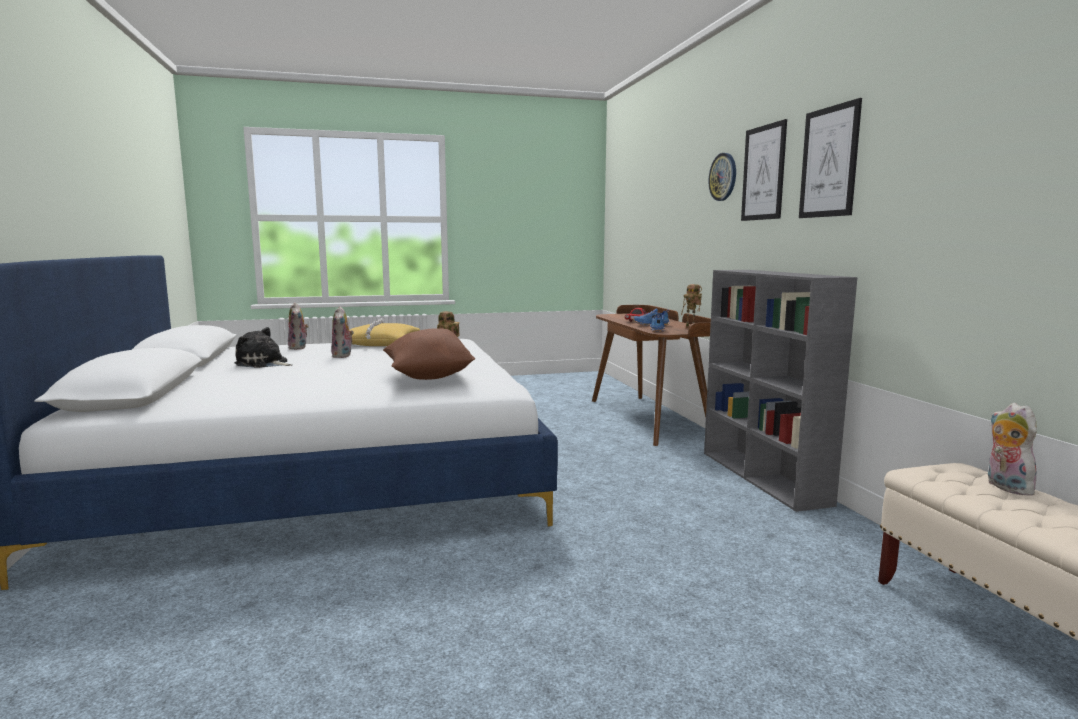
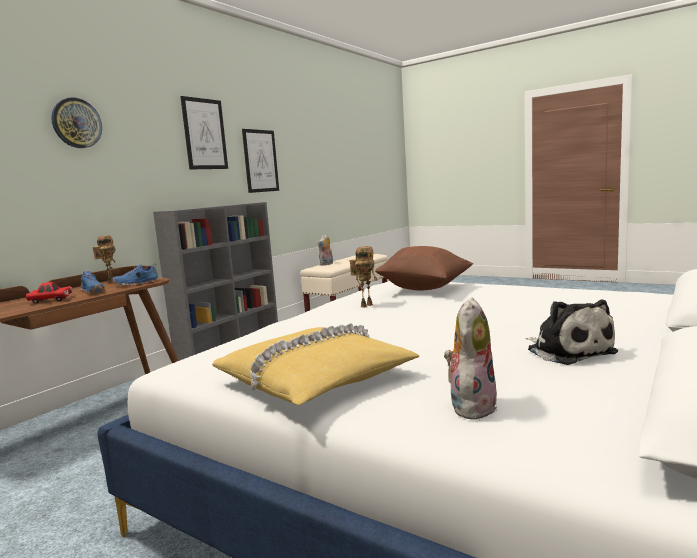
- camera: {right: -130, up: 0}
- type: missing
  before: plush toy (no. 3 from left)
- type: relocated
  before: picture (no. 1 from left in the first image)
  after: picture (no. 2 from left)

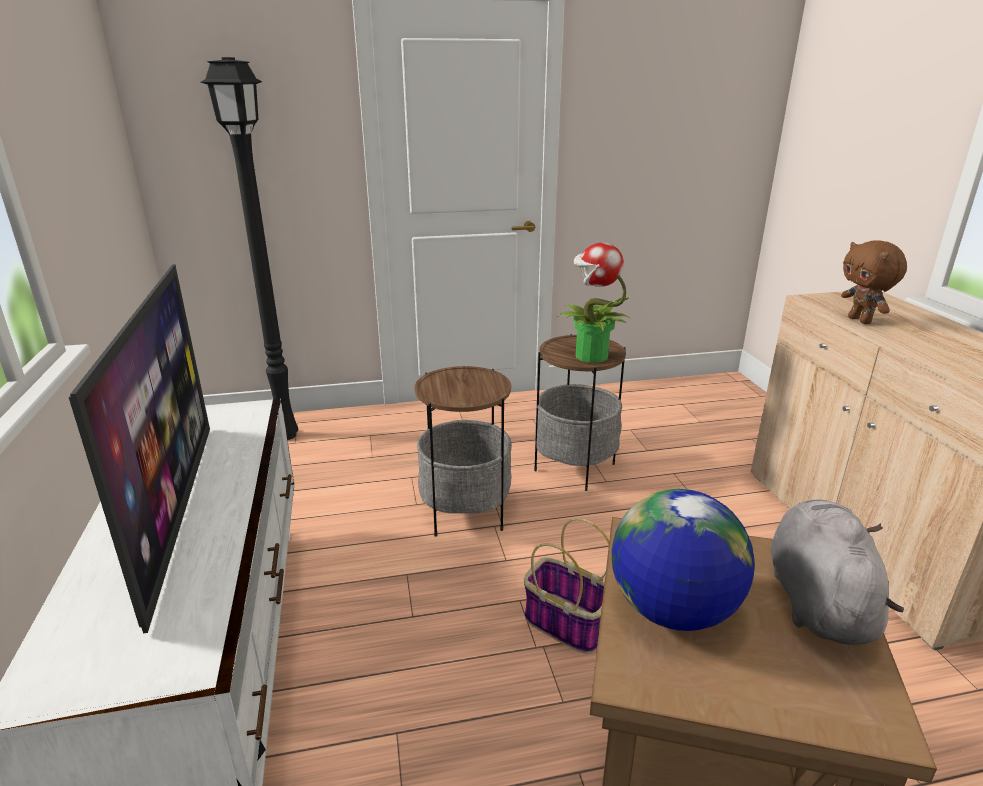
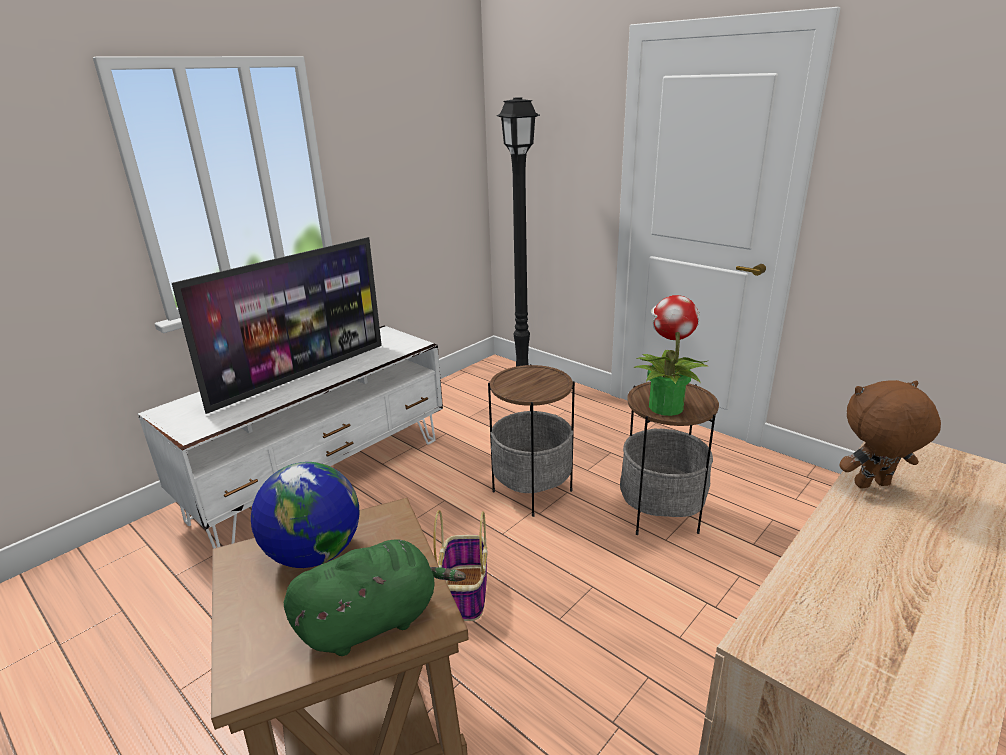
- camera: {right: 55, up: 0}
- type: colour
  before: grey plush toy
  after: green plush toy
- type: spun
  before: brown plush toy
  turn: 45

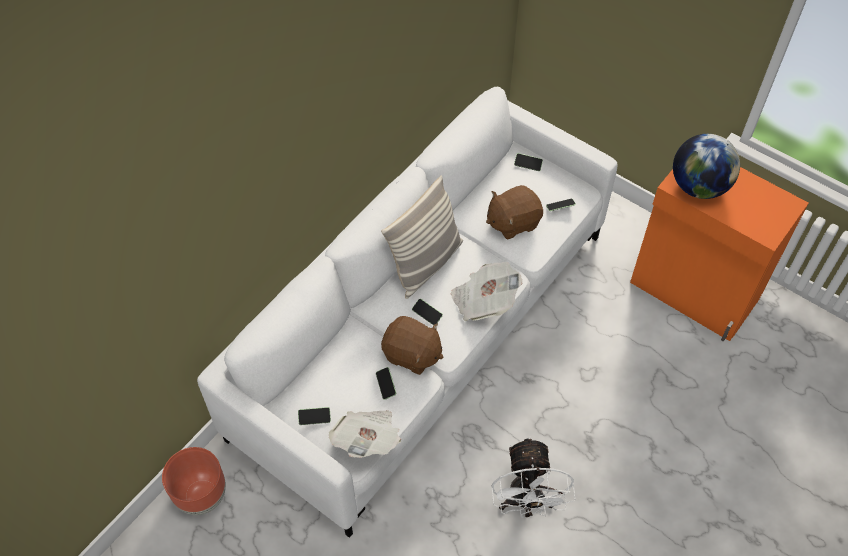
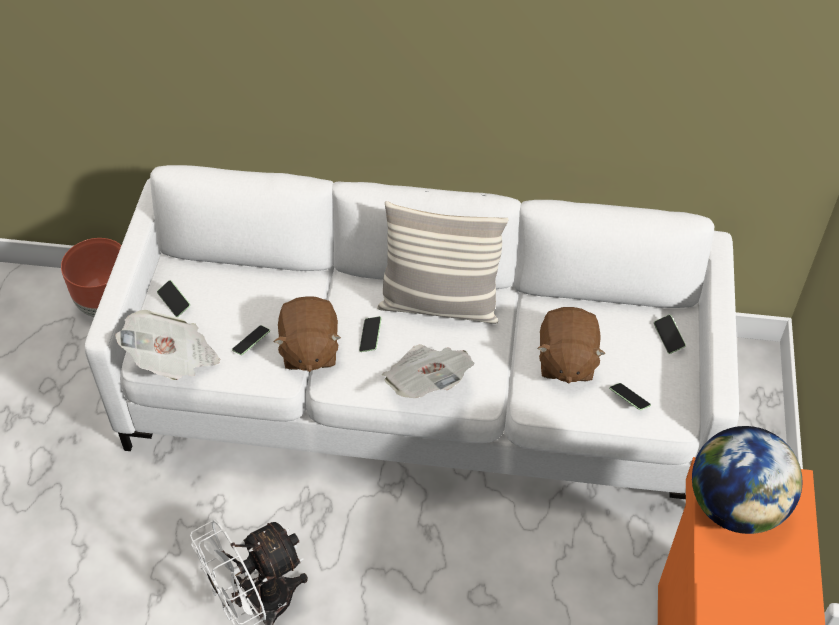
- camera: {right: 60, up: -5}
- type: spun
  before: brown plush toy (no. 2 from left)
  turn: -120

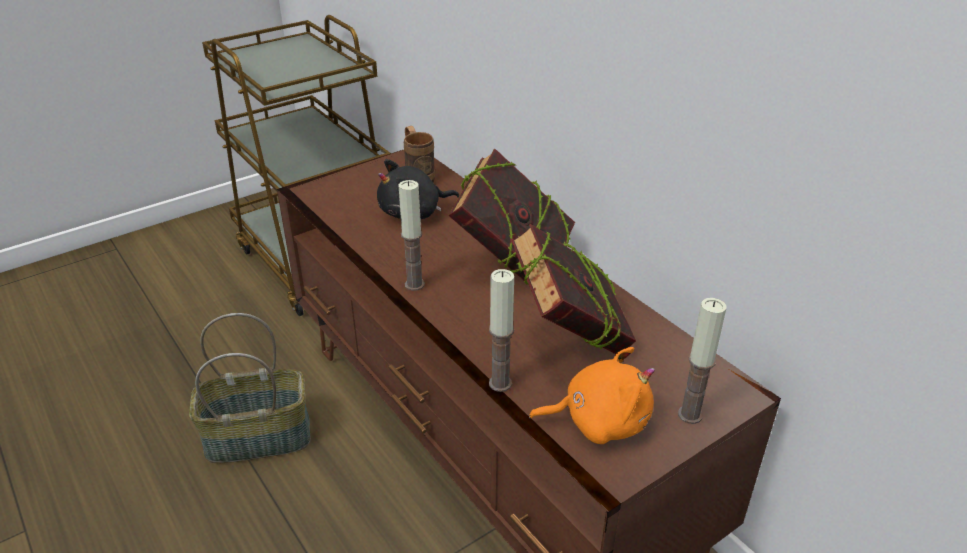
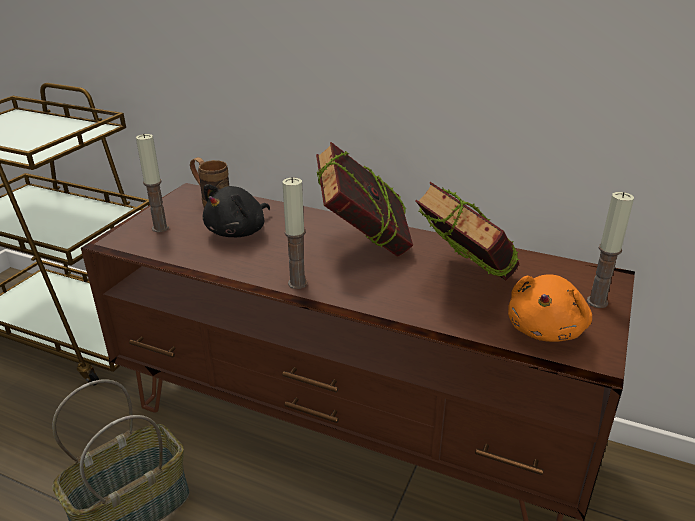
- camera: {right: -30, up: -5}
- type: relocated
  before: candle (no. 2 from left in the first image)
  after: candle (no. 1 from left)
- type: spun
  before: orange plush toy
  turn: 150

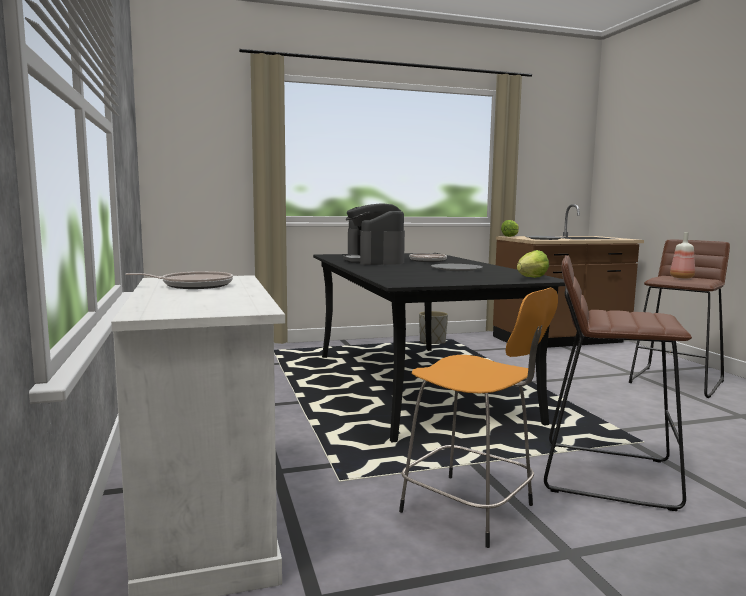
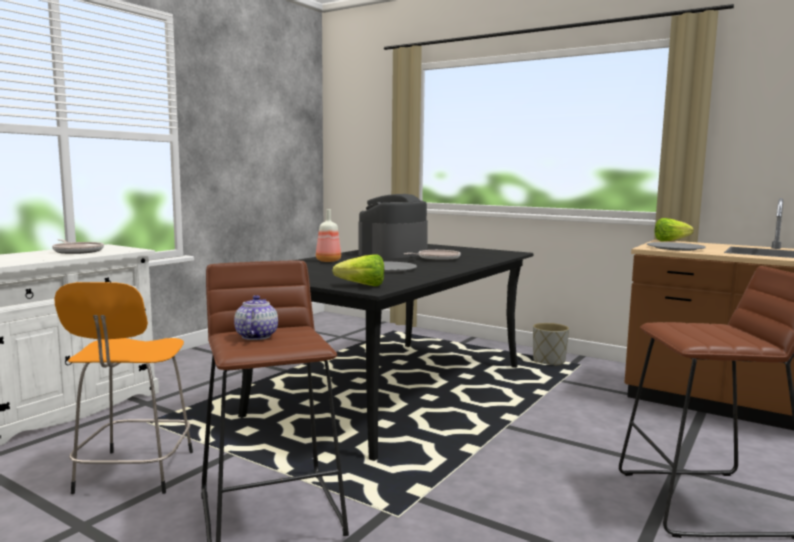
- camera: {right: 50, up: 0}
- type: appeared
  after: teapot
- type: relocated
  before: bottle

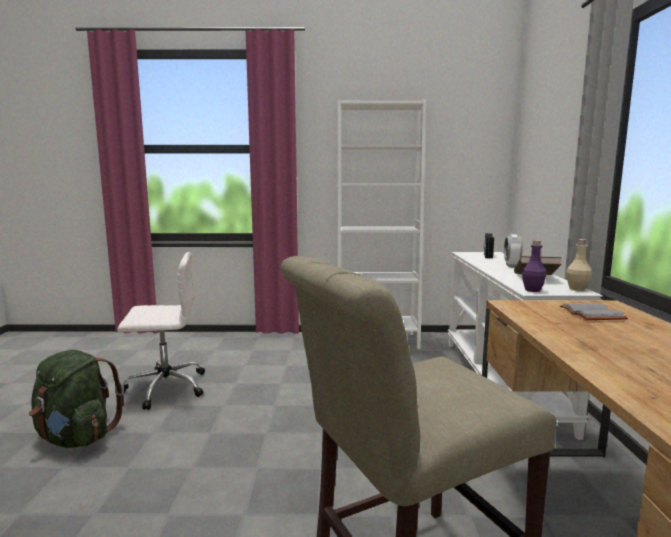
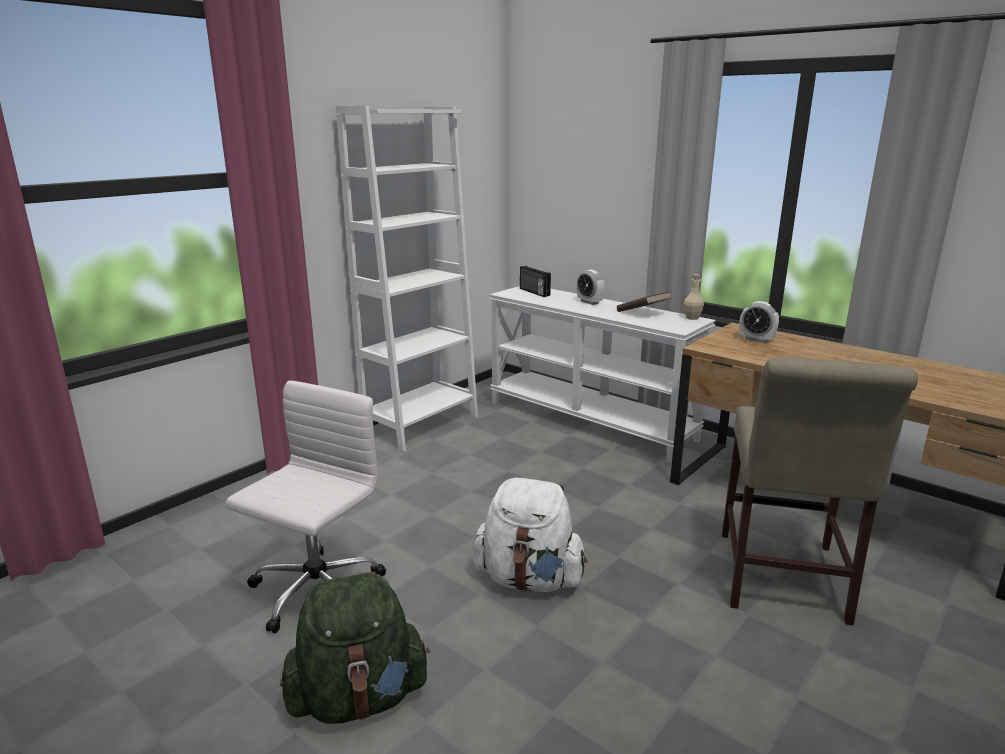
- camera: {right: -50, up: 10}
- type: missing
  before: purple bottle
- type: appeared
  after: white backpack
- type: exchanged
  before: grey book
  after: alarm clock (no. 2 from left)

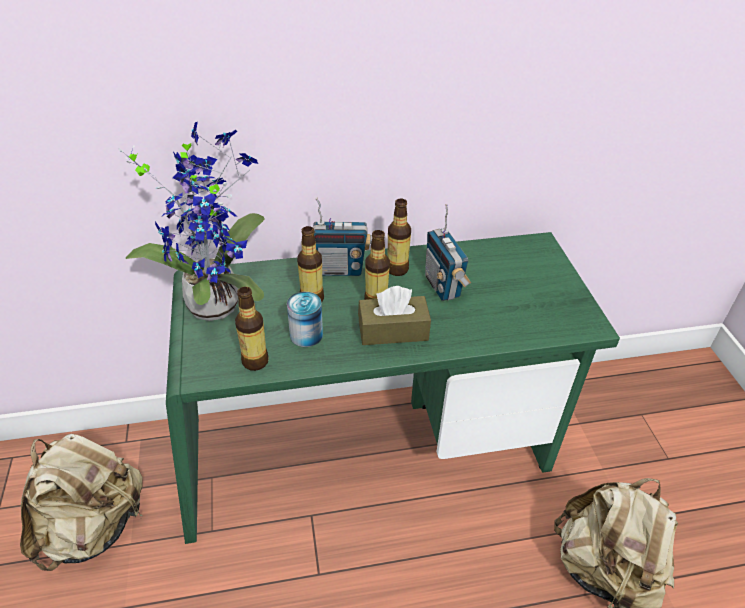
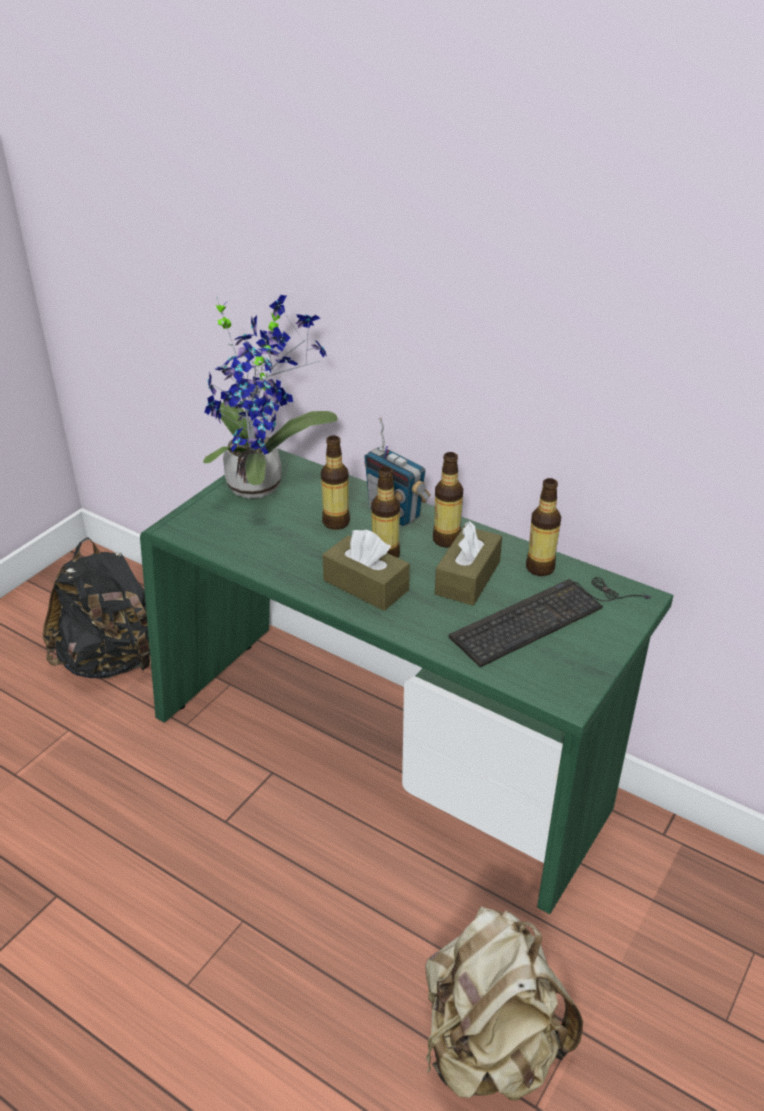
- camera: {right: 45, up: -5}
- type: missing
  before: can
- type: appeared
  after: keyboard
- type: relocated
  before: bottle (no. 1 from left in the first image)
  after: bottle (no. 4 from left)
- type: exchanged
  before: radio (no. 2 from left)
  after: brown tissue box (no. 2 from left)
- type: colour
  before: beige backpack (no. 1 from left)
  after: black backpack

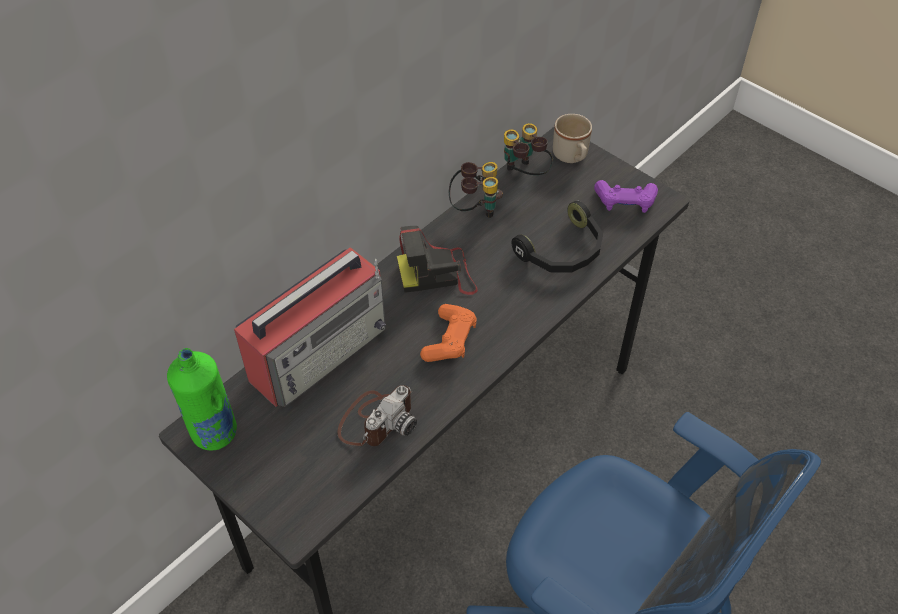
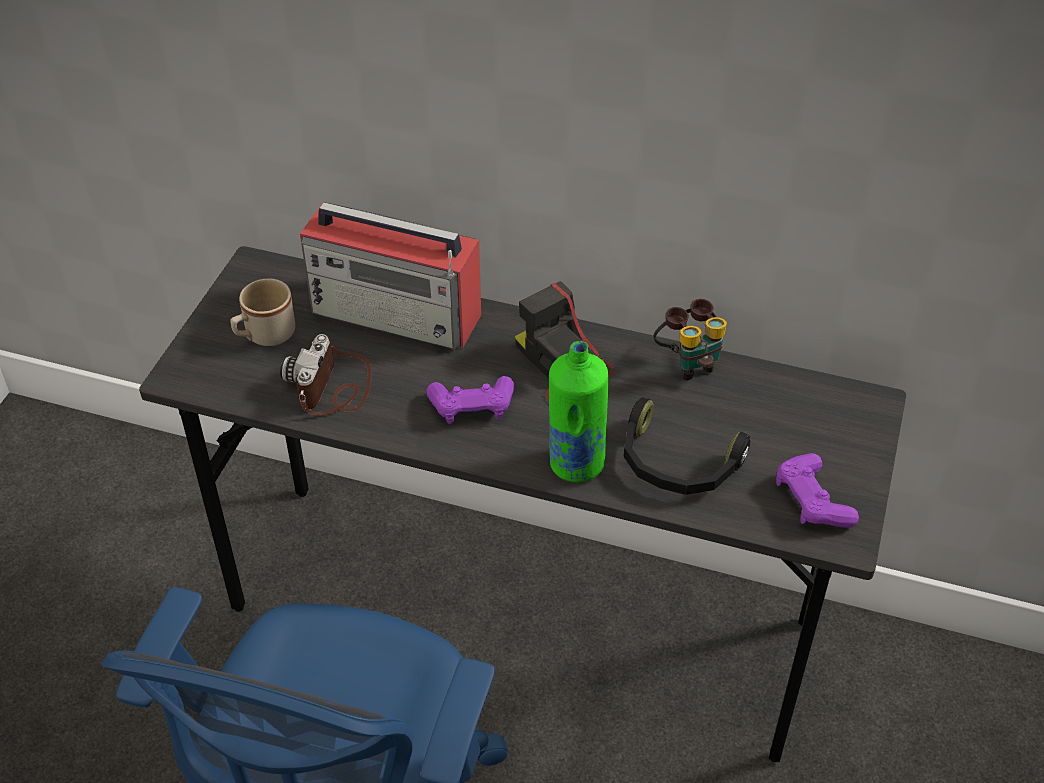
- camera: {right: 65, up: -5}
- type: missing
  before: binoculars (no. 2 from left)
- type: relocated
  before: green bottle
- type: relocated
  before: beige mug
- type: colour
  before: orange game controller
  after: purple game controller (no. 1 from left)
- type: spun
  before: photo camera (no. 1 from left)
  turn: 90

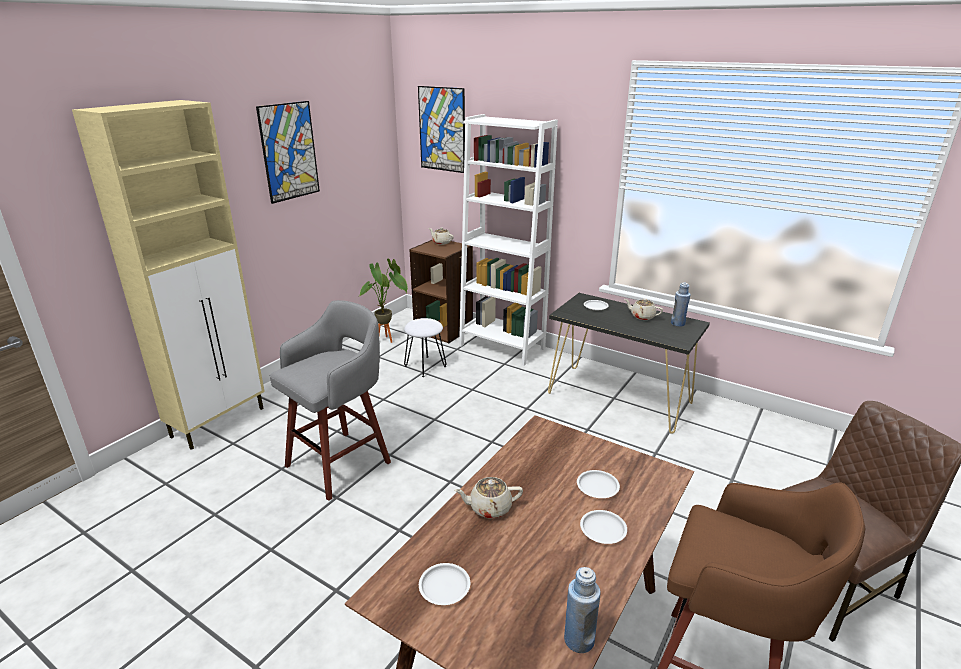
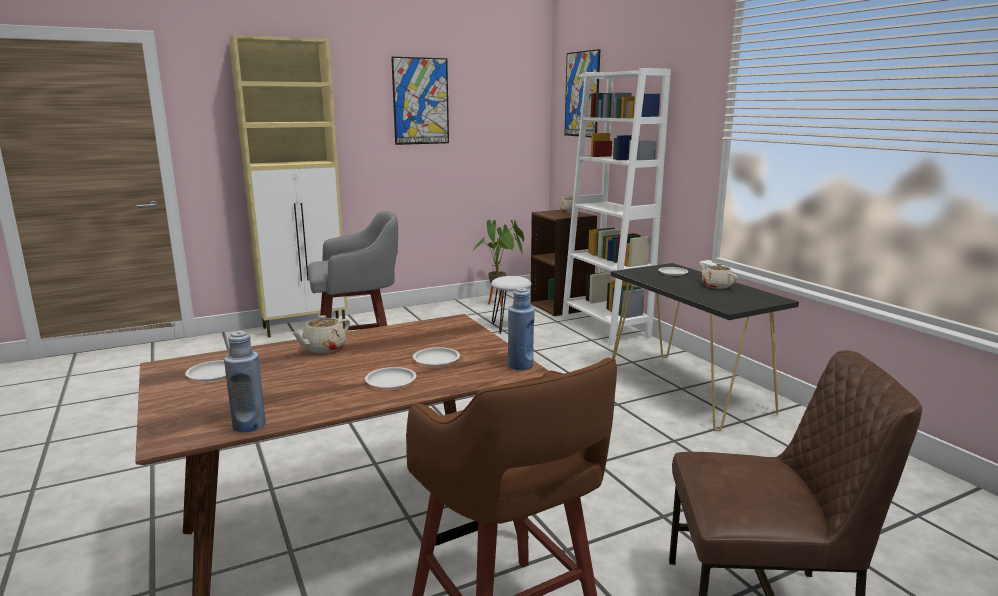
- camera: {right: 30, up: -10}
- type: relocated
  before: blue bottle (no. 2 from left)
- type: spun
  before: beige teapot (no. 2 from left in the first image)
  turn: -75

